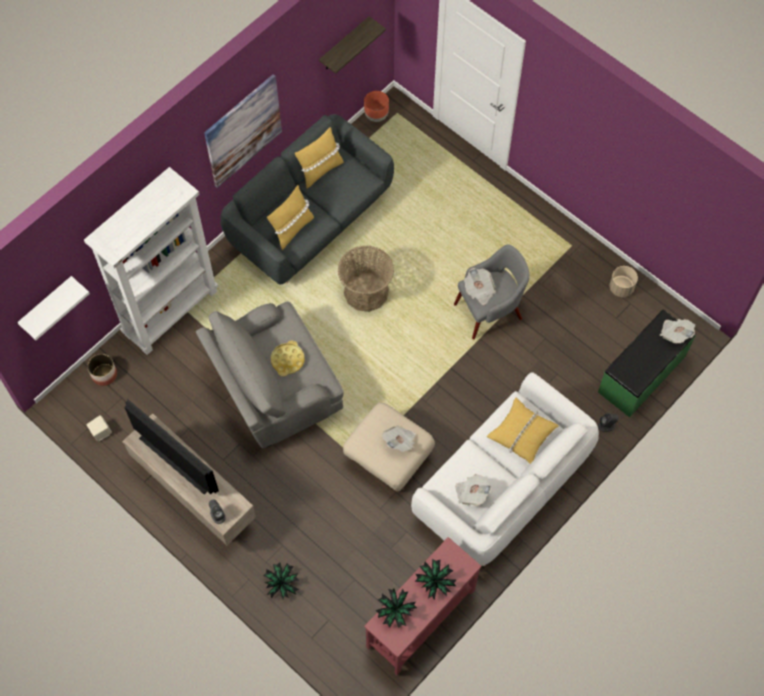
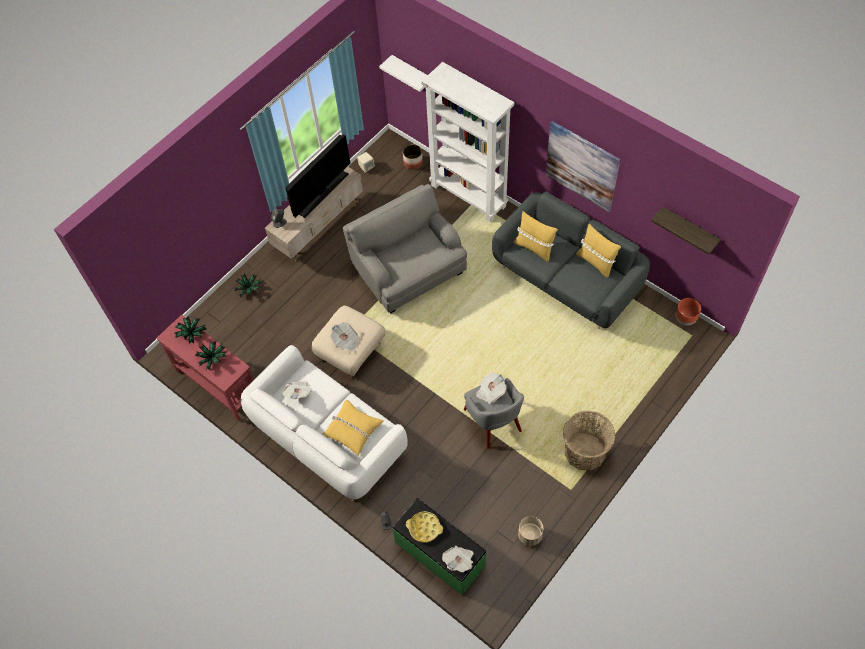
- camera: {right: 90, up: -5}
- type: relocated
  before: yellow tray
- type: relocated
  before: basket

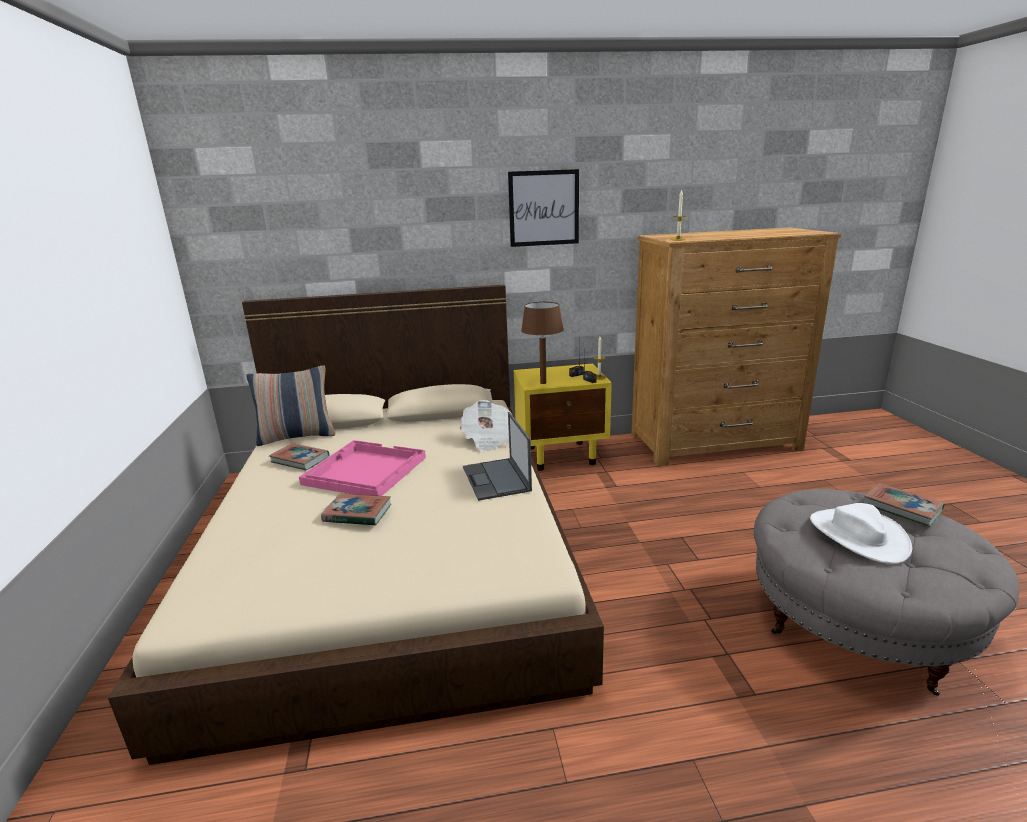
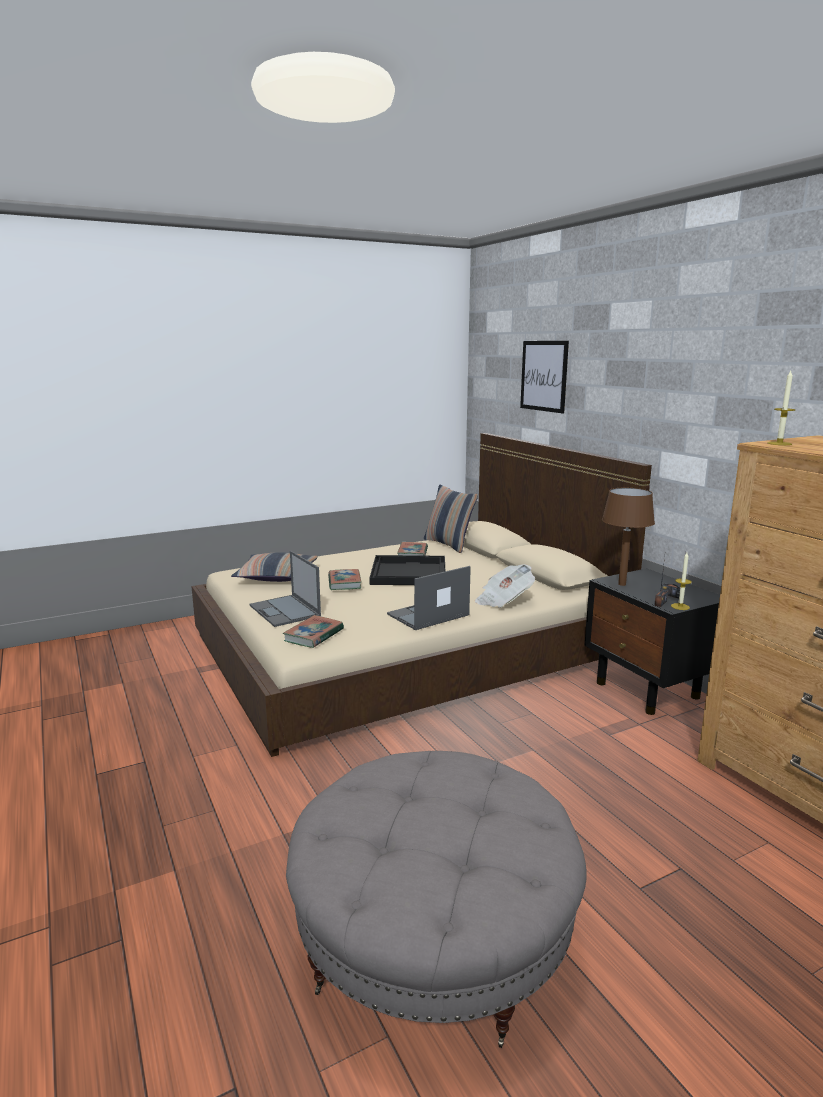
- camera: {right: 70, up: -5}
- type: missing
  before: white hat
- type: appeared
  after: pillow (no. 1 from left)
- type: appeared
  after: laptop (no. 1 from left)
- type: relocated
  before: picture
- type: relocated
  before: book (no. 3 from left in the first image)
  after: book (no. 1 from left)
- type: colour
  before: pink tray
  after: black tray
- type: colour
  before: yellow nightstand
  after: black nightstand

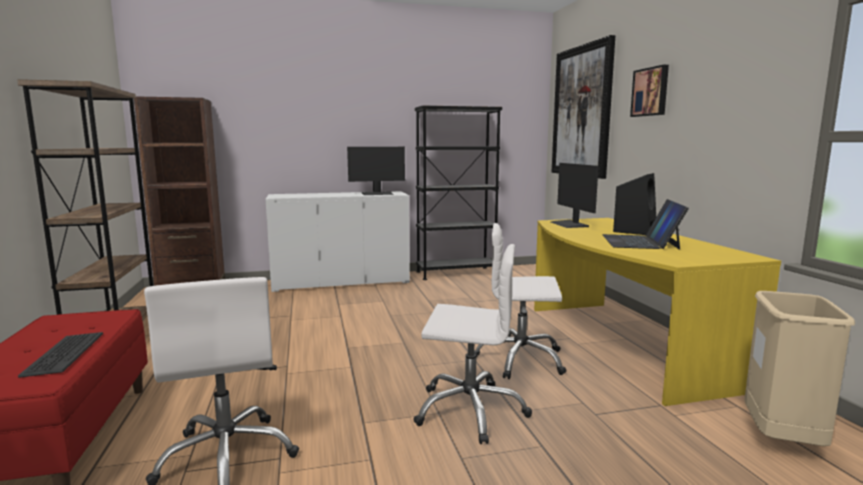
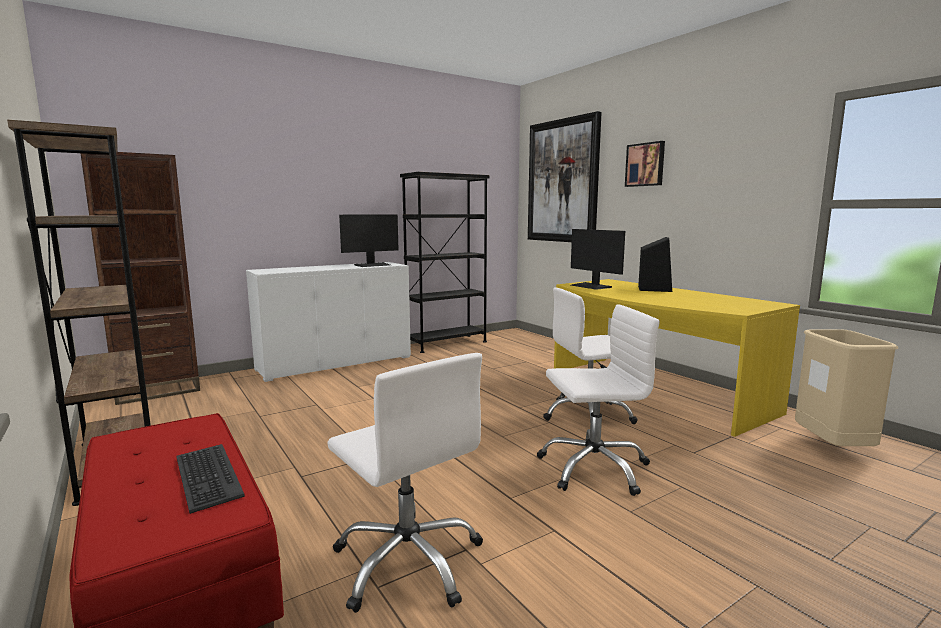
- camera: {right: -20, up: 0}
- type: missing
  before: laptop

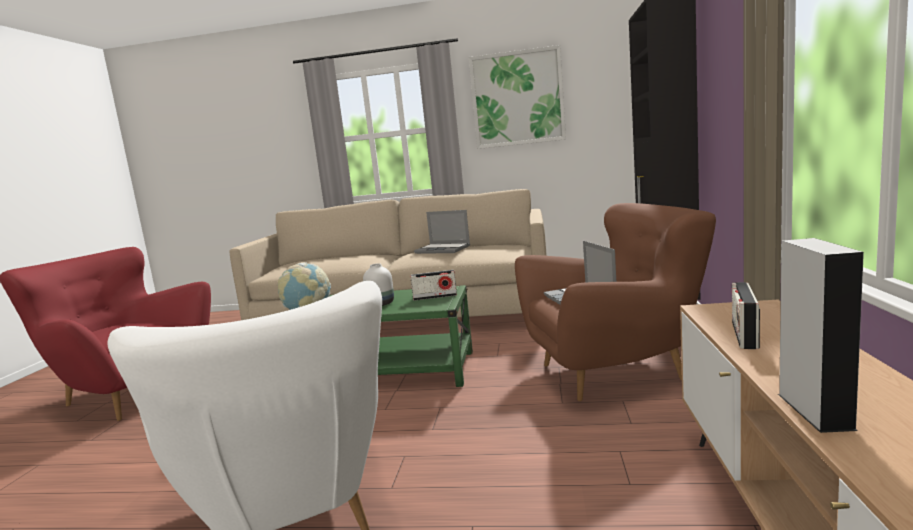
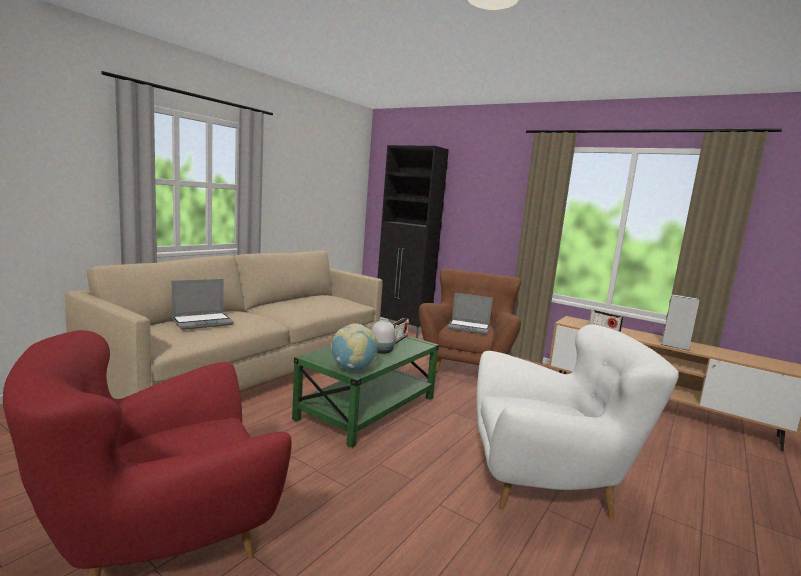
- camera: {right: -65, up: 0}
- type: missing
  before: picture
- type: relocated
  before: laptop (no. 1 from left)

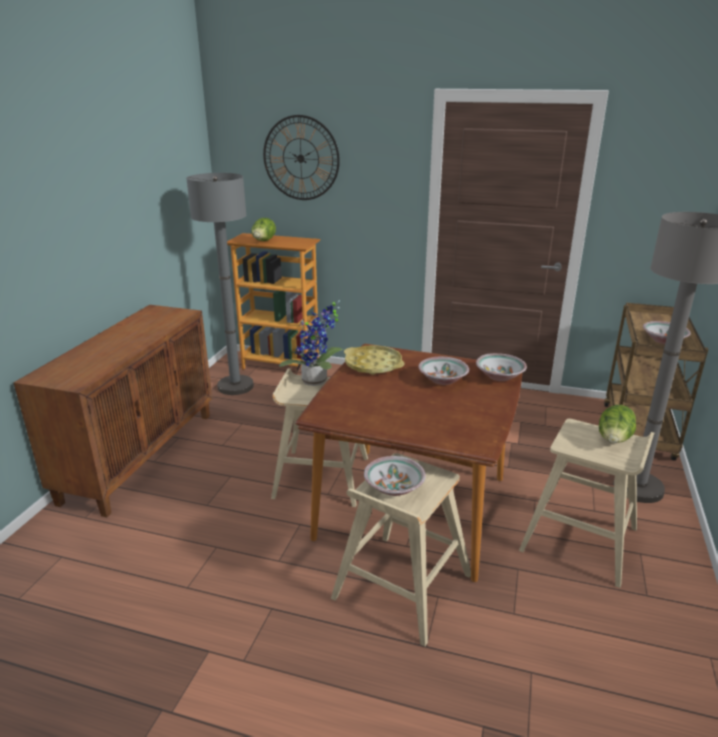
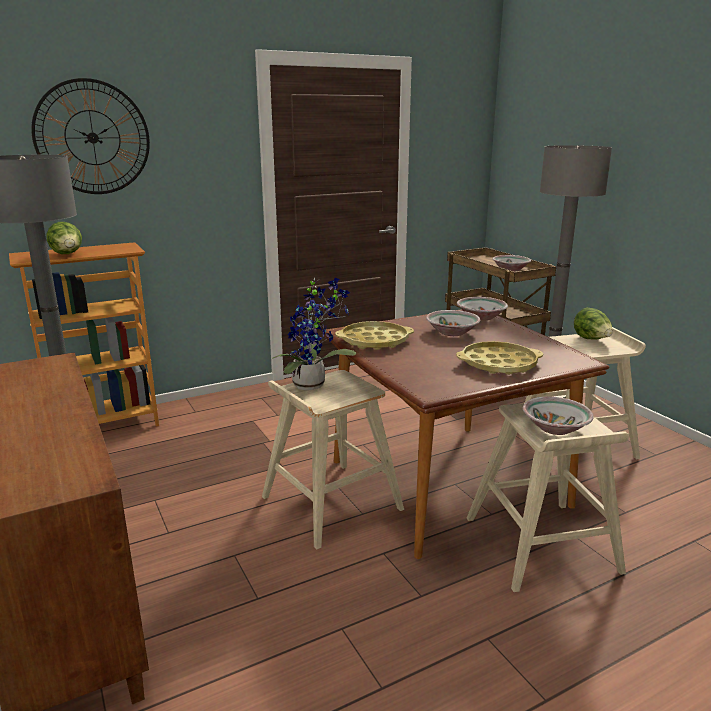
- camera: {right: -45, up: -5}
- type: appeared
  after: yellow tray (no. 2 from left)

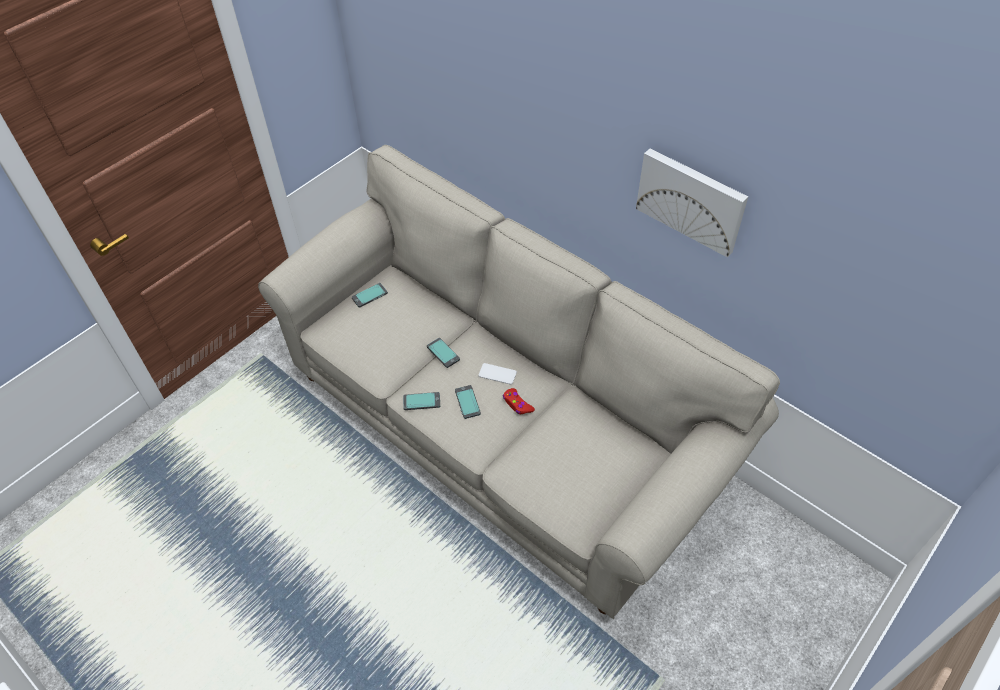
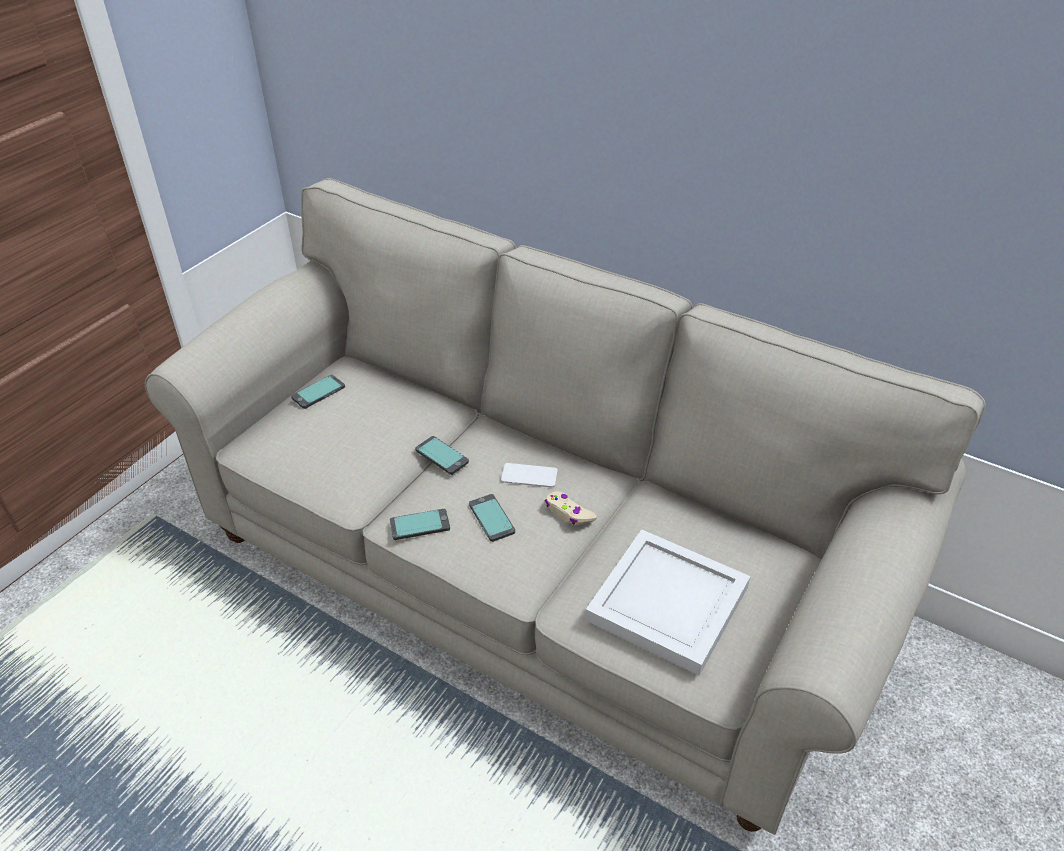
- camera: {right: -10, up: -10}
- type: missing
  before: picture
- type: appeared
  after: white tray
- type: colour
  before: red game controller
  after: beige game controller

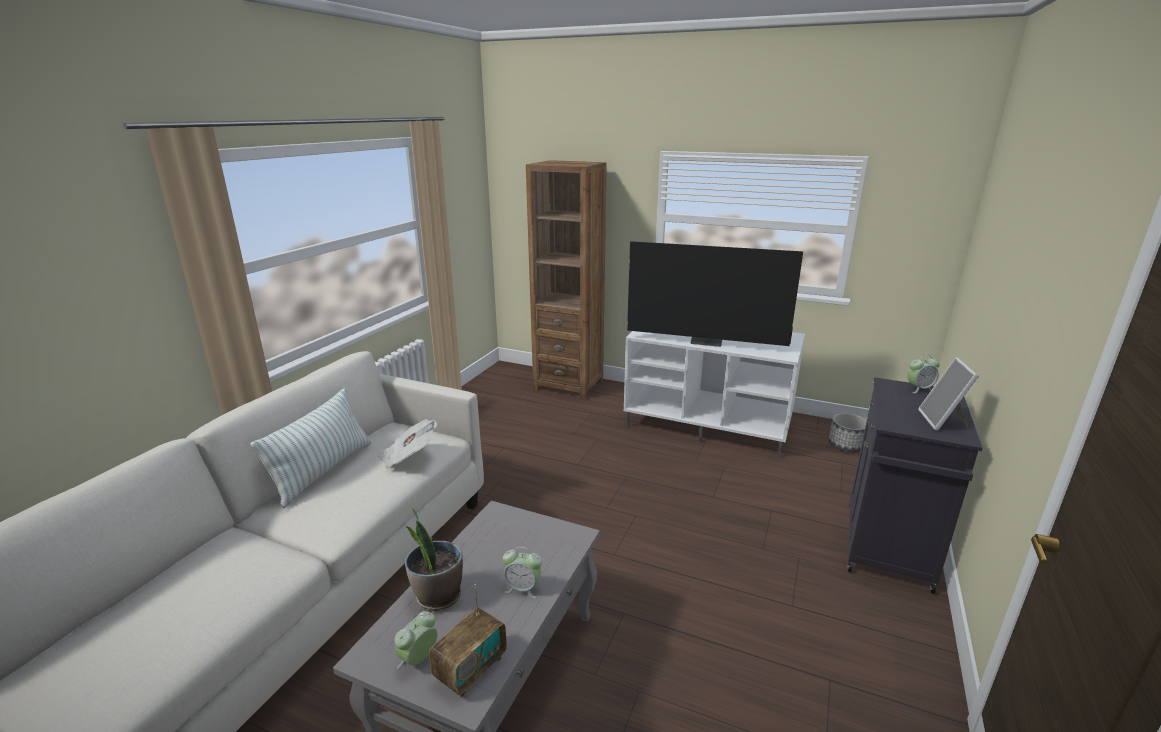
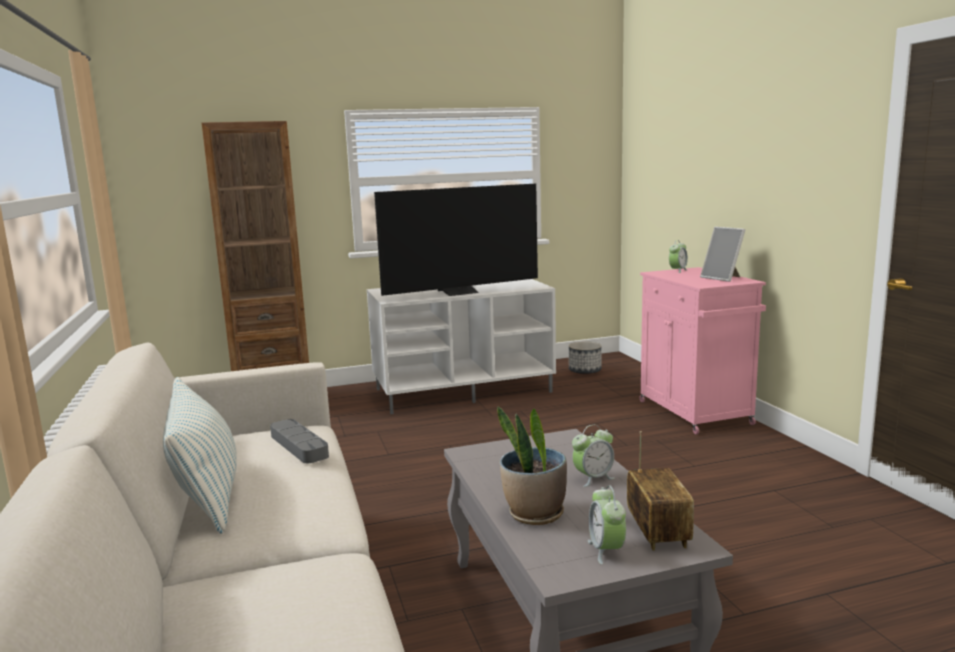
- camera: {right: -40, up: -10}
- type: exchanged
  before: newspaper
  after: grey tray
- type: colour
  before: black cabinet
  after: pink cabinet

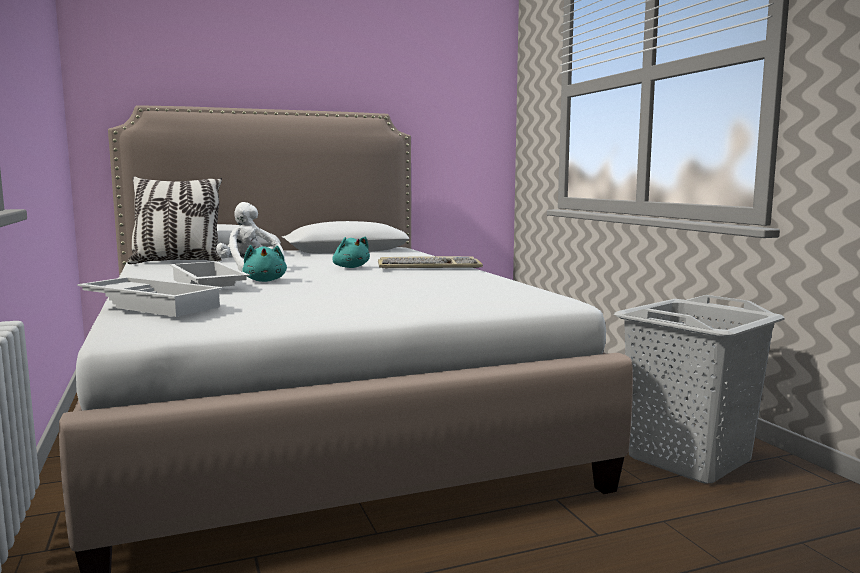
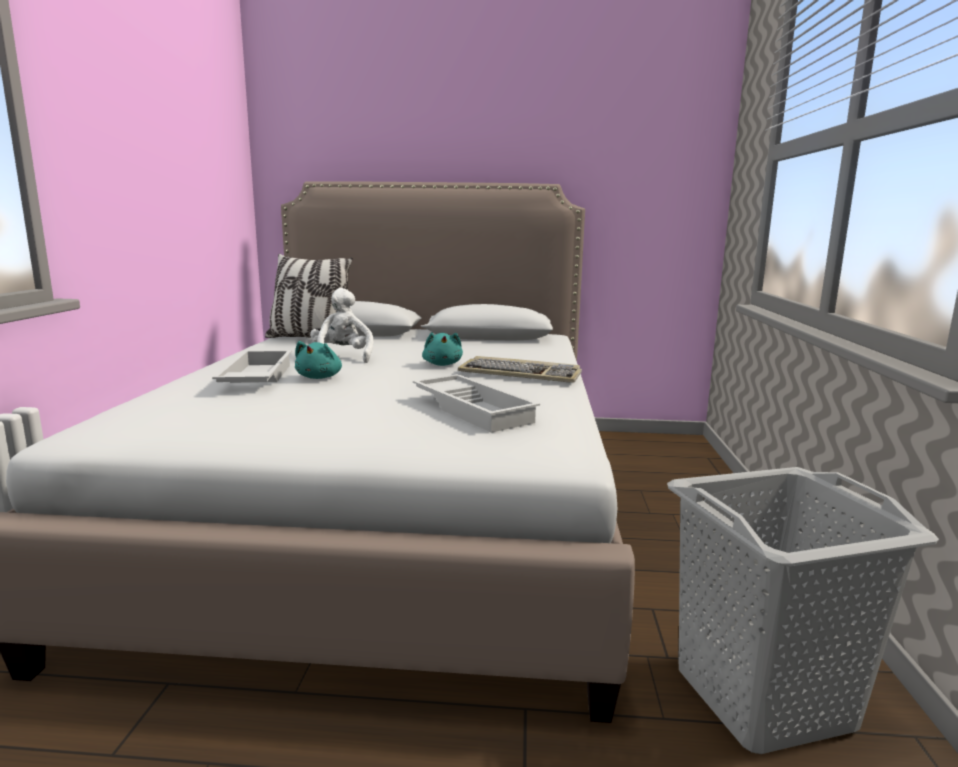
- camera: {right: 25, up: 5}
- type: relocated
  before: white tray (no. 1 from left in the first image)
  after: white tray (no. 2 from left)

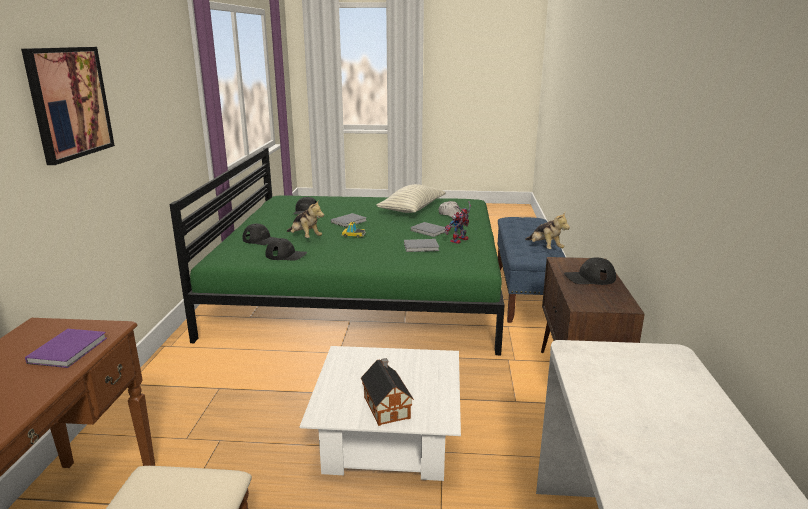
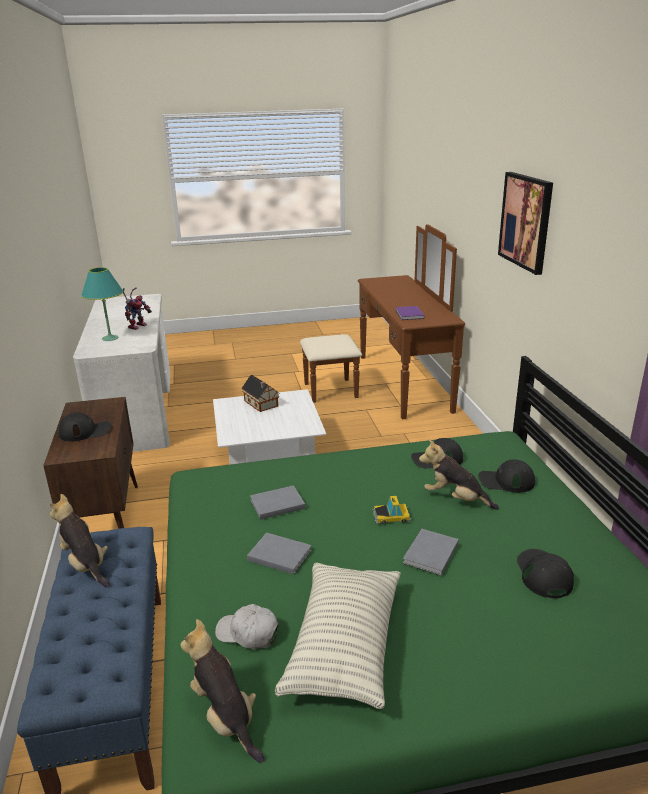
- camera: {right: 165, up: 5}
- type: appeared
  after: turquoise table lamp
- type: appeared
  after: plush toy (no. 2 from left)
- type: relocated
  before: toy robot

